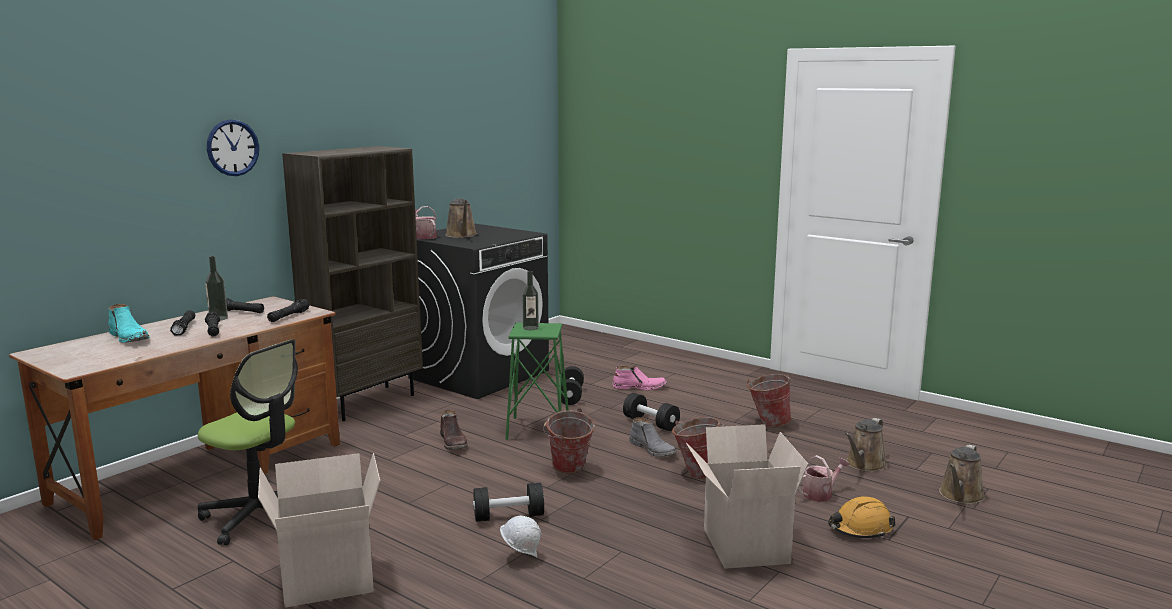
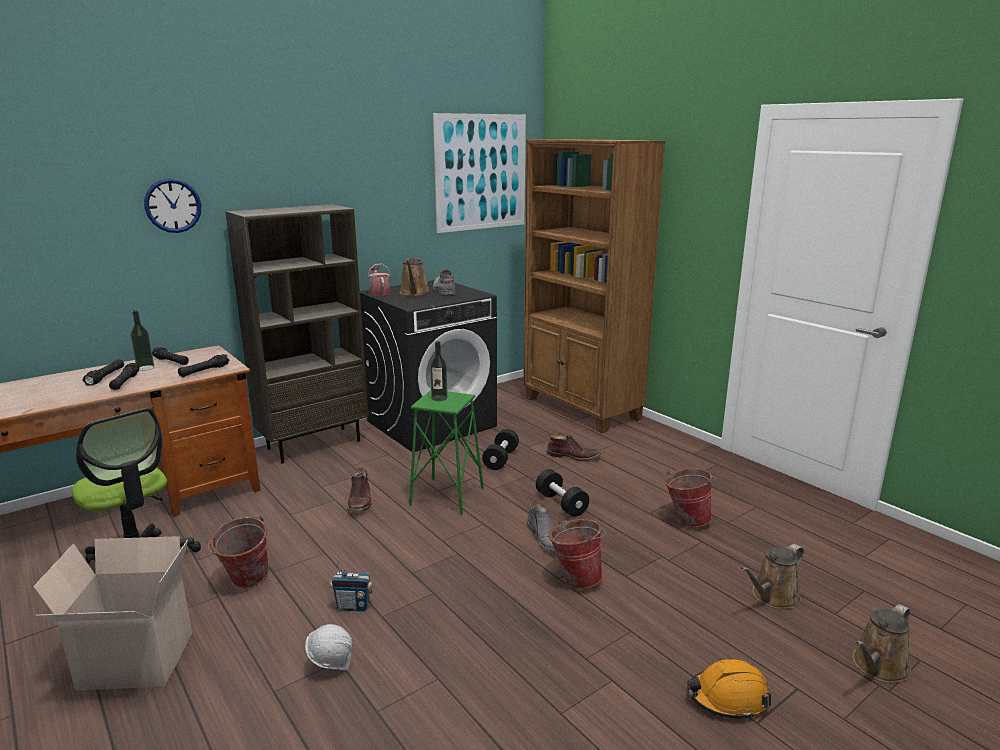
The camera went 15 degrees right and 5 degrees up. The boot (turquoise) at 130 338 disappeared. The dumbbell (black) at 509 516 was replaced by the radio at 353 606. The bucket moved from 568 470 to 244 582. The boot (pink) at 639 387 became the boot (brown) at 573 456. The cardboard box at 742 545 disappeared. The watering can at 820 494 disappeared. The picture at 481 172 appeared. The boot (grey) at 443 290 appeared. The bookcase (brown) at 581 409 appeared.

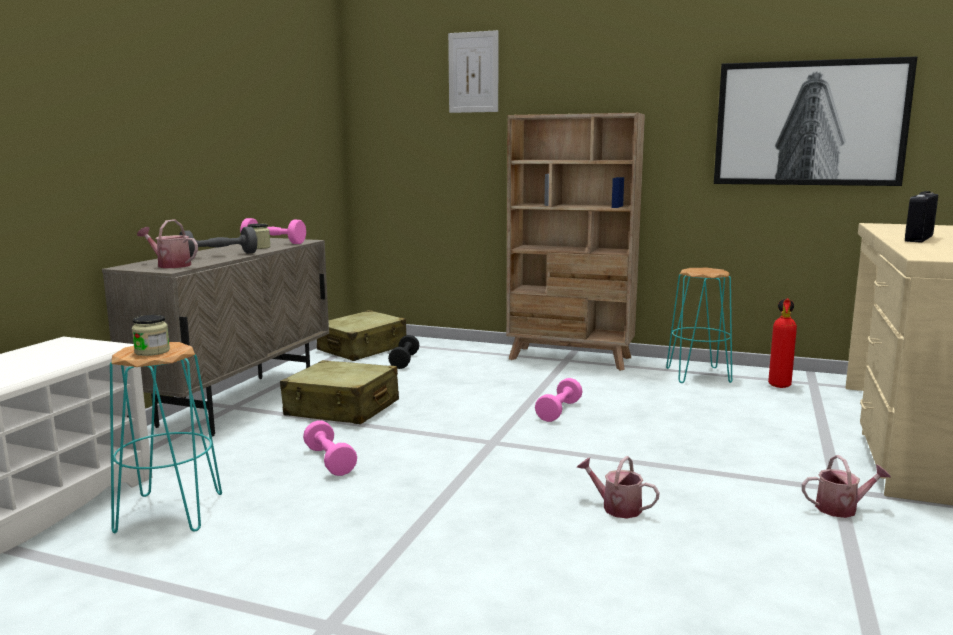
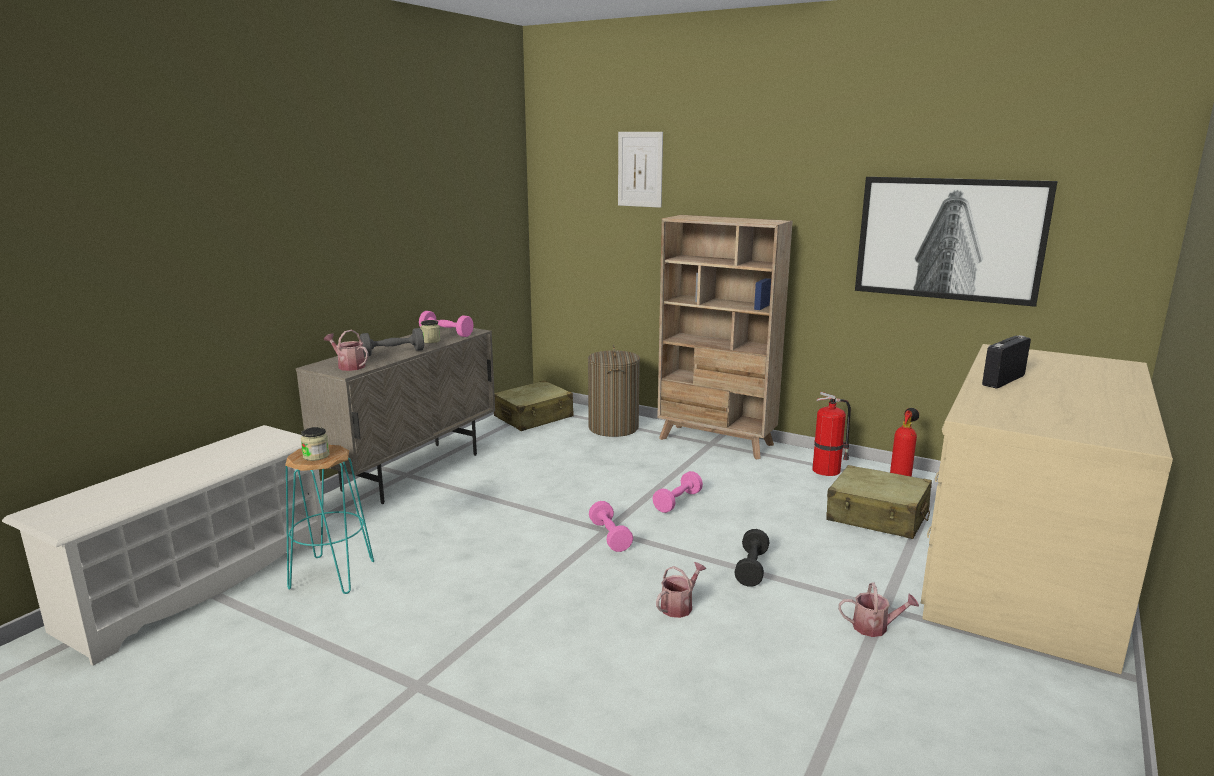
The camera went 10 degrees right and 5 degrees up. The suitcase (beige) moved from 342 409 to 877 516. The dumbbell (pink) moved from 330 461 to 610 536. The dumbbell (black) moved from 404 361 to 751 568. The watering can at 616 507 turned 90 degrees clockwise. The stool (turquoise) at 698 375 was replaced by the fire extinguisher at 827 470. The laundry basket at 613 428 appeared.

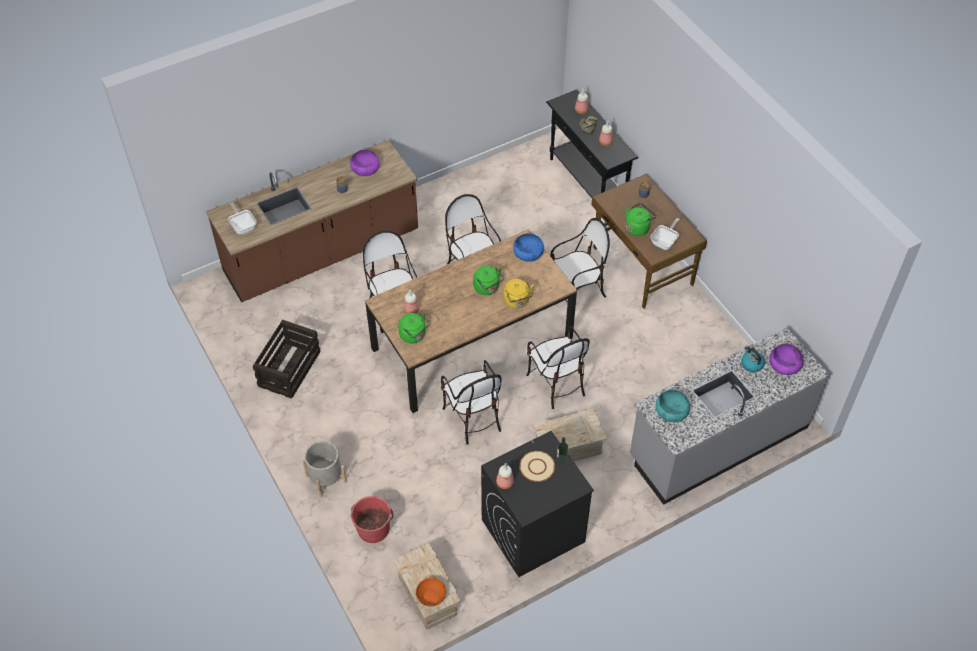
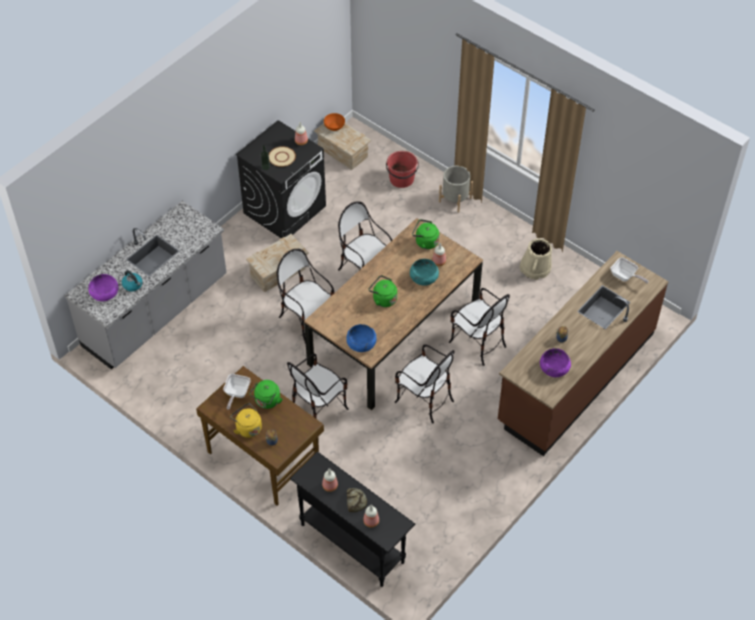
The camera went 160 degrees right and 0 degrees up. The crate at 289 368 was replaced by the bucket (beige) at 535 268. The kettle (yellow) moved from 517 302 to 247 428. The bowl (turquoise) moved from 671 411 to 424 277.

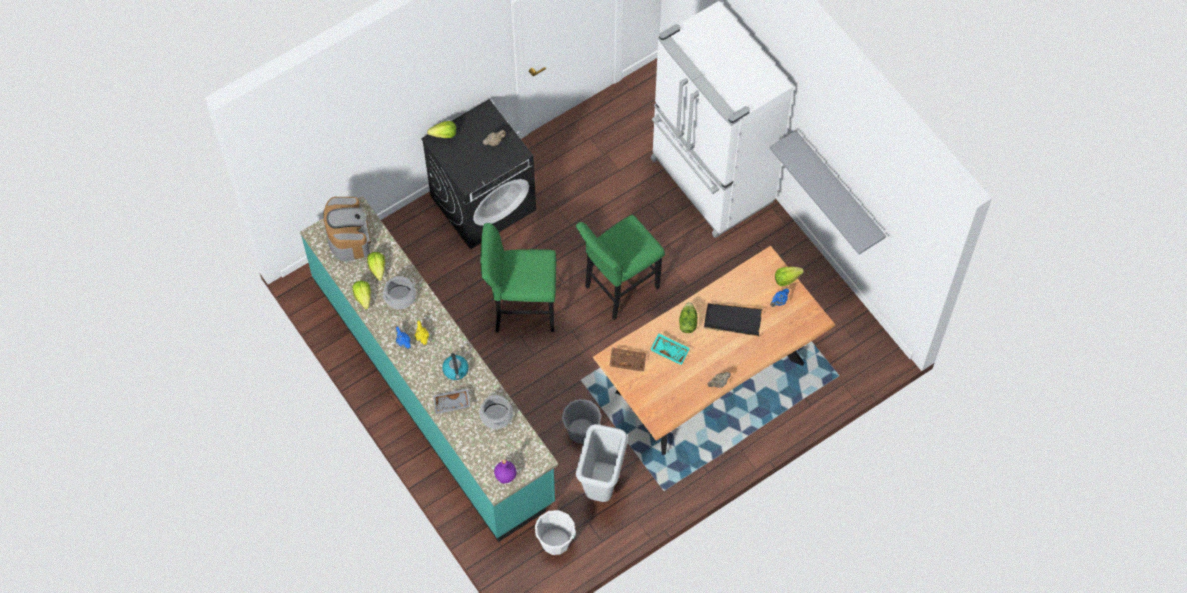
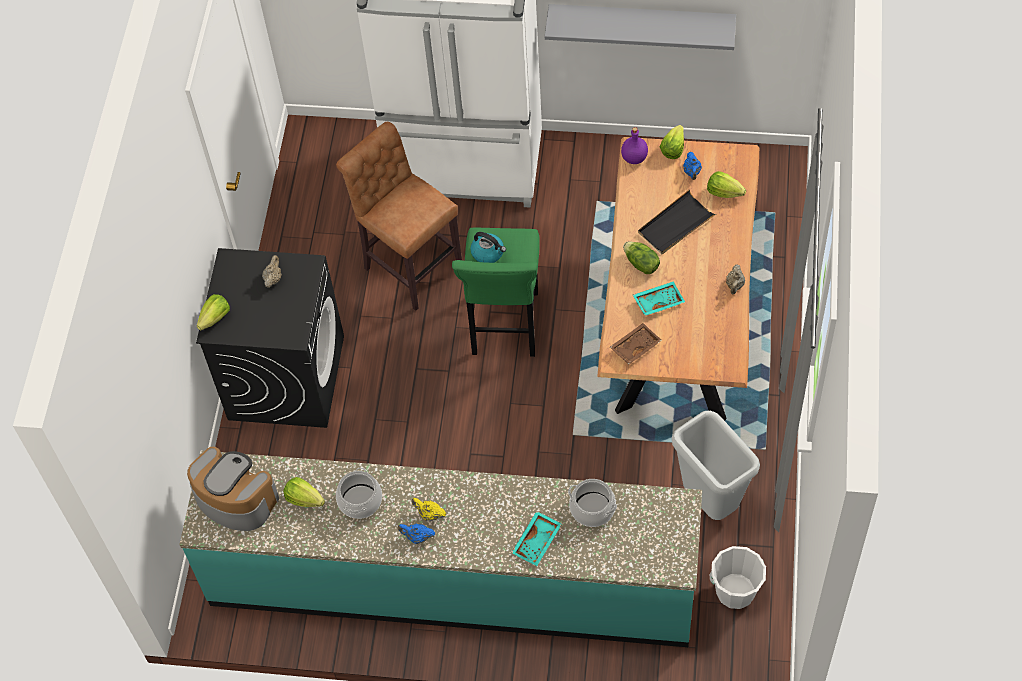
The camera went 45 degrees left and 5 degrees down. The lettuce moved from 363 297 to 724 192. The tray (grey) at 452 403 became the tray (turquoise) at 537 542. The kettle moved from 456 370 to 488 253. The stool (green) at 521 310 disappeared. The bottle (purple) moved from 505 475 to 634 157. The bucket (grey) at 582 431 disappeared. The stool (brown) at 409 265 appeared.

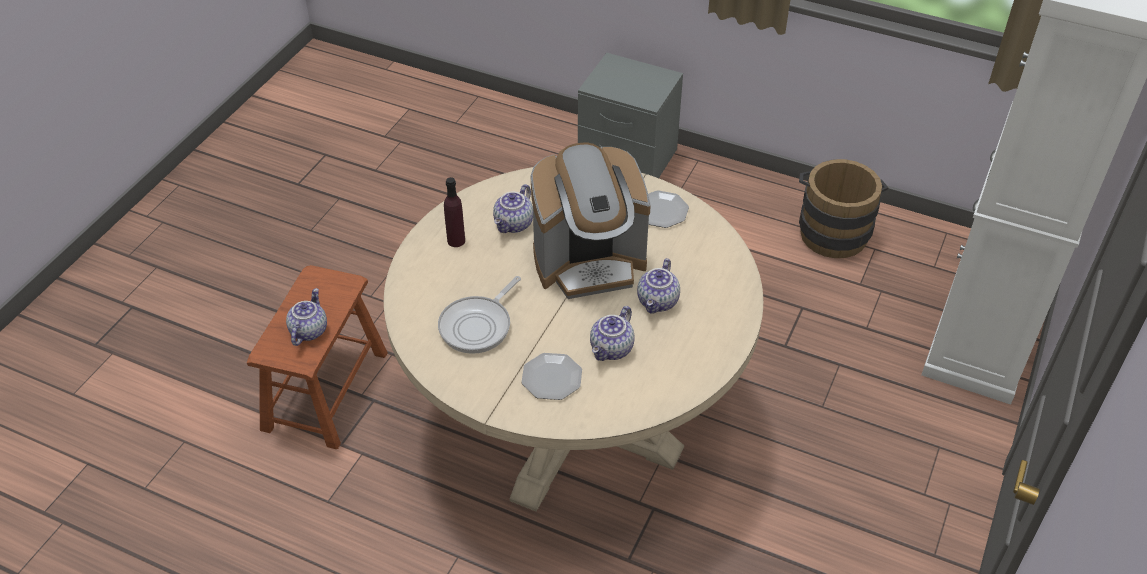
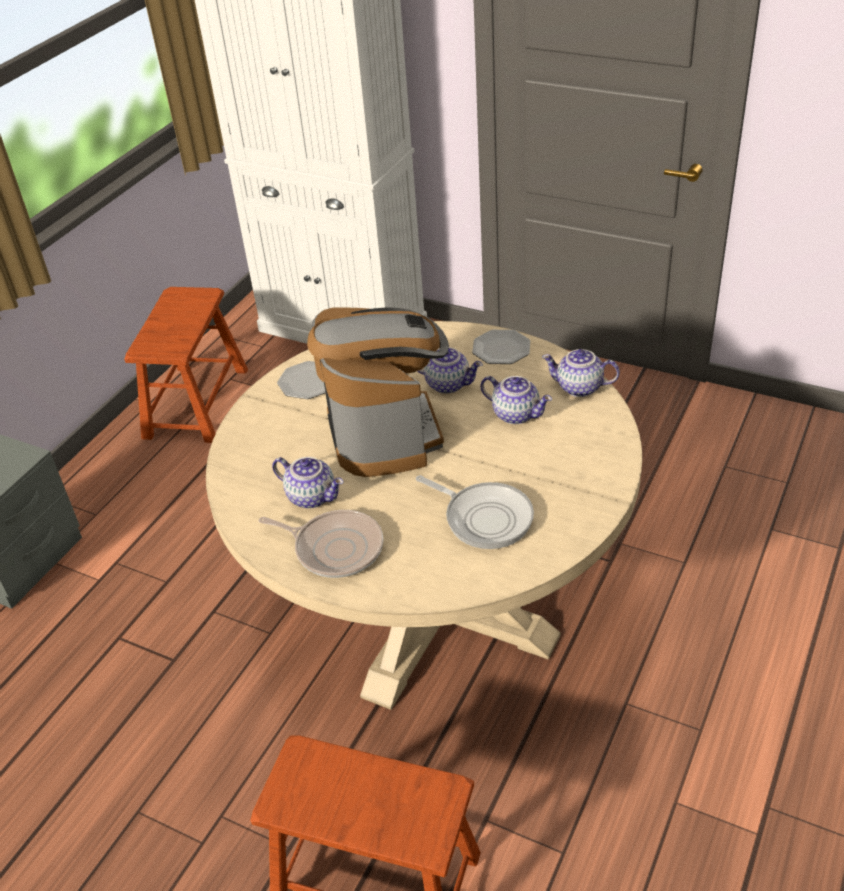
The camera went 85 degrees left and 5 degrees down. The teapot moved from 308 330 to 579 388. The bottle (purple) at 456 240 was replaced by the frying pan at 335 548. The plate moved from 551 378 to 501 349. The bucket (brown) at 833 230 was replaced by the stool (brown) at 196 403.

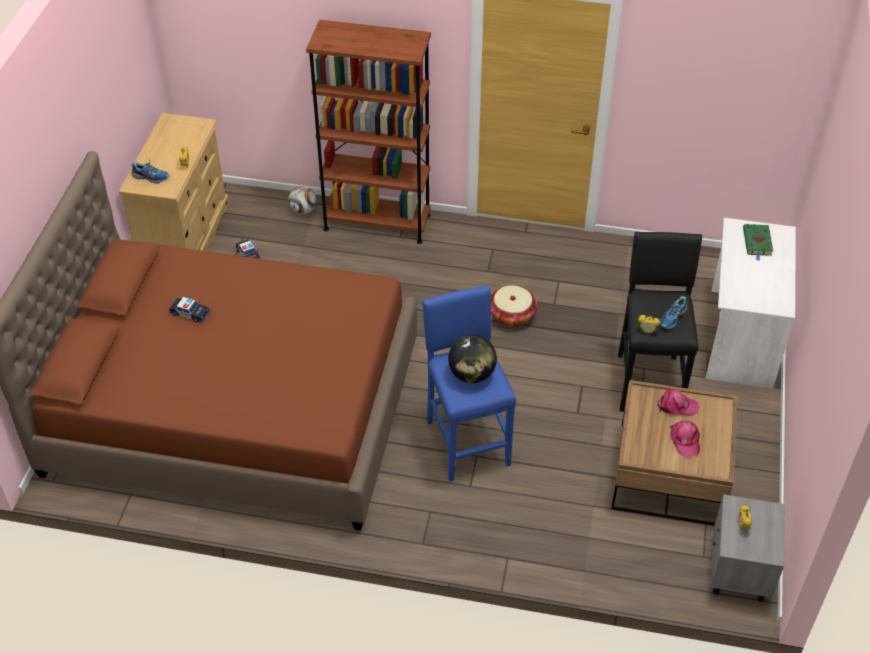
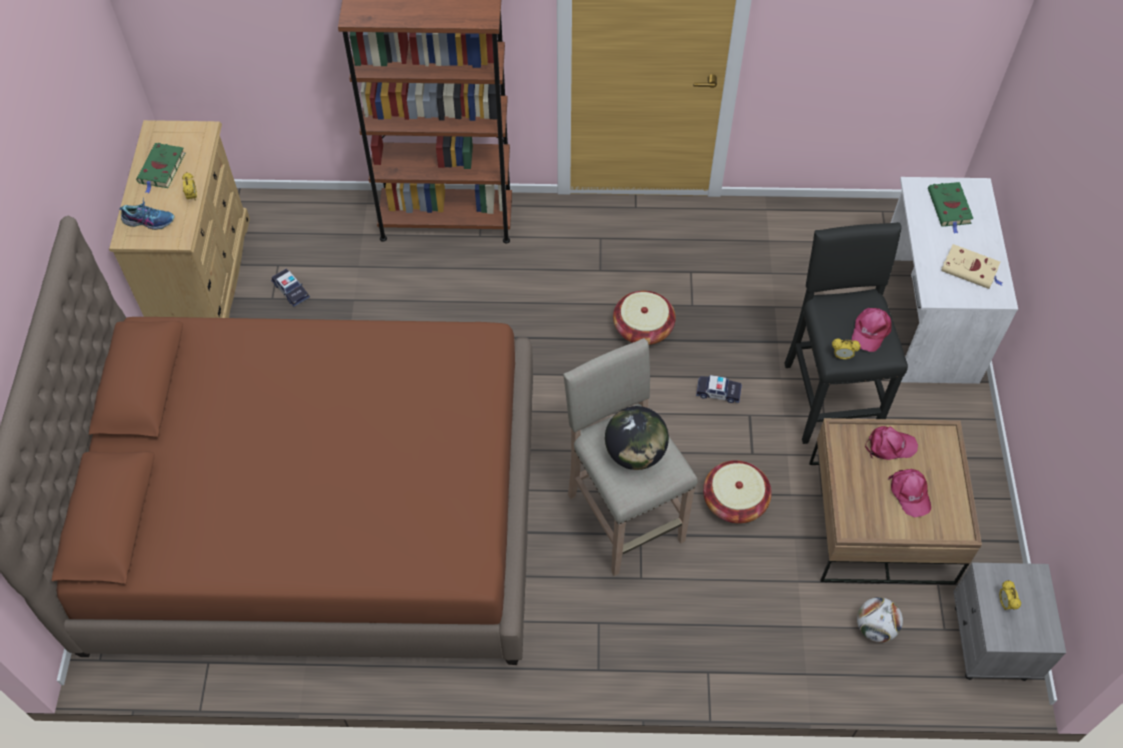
The camera went 10 degrees left and 10 degrees up. The toy car moved from 190 313 to 718 392. The football moved from 303 210 to 875 628. The stool (blue) at 467 441 became the stool (beige) at 623 515. The shoe at 673 317 was replaced by the cap (pink) at 870 331. The book (green) at 161 169 appeared. The basket at 734 501 appeared. The book (beige) at 971 270 appeared.

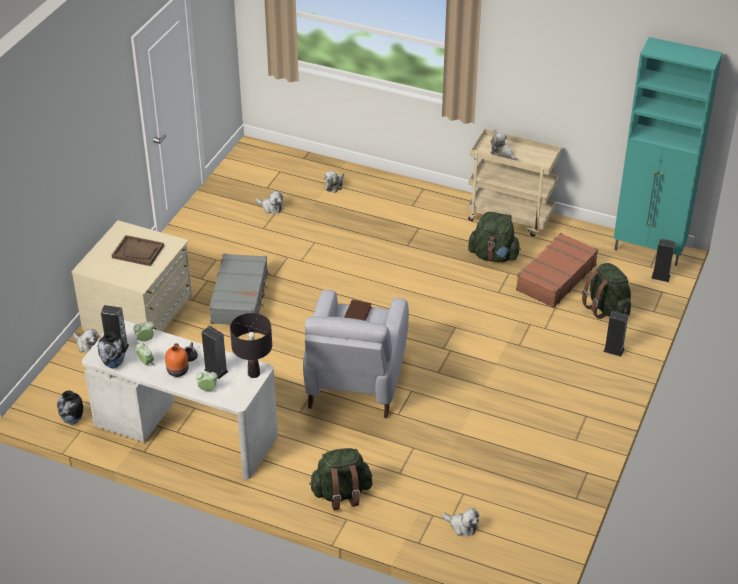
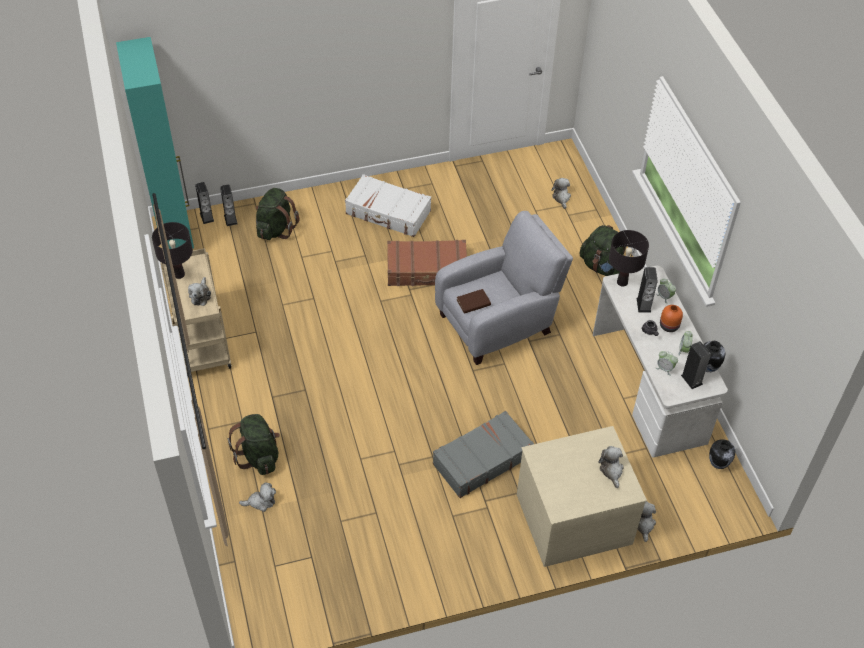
The camera went 130 degrees left and 10 degrees up. The tray (brown) at 138 252 disappeared. The plush toy moved from 271 207 to 611 470. The backpack (green) moved from 493 256 to 259 456. The suitcase (brown) moved from 555 278 to 427 270. The speaker moved from 613 350 to 230 219. The table lamp (black) at 179 275 appeared. The suitcase (white) at 388 213 appeared.

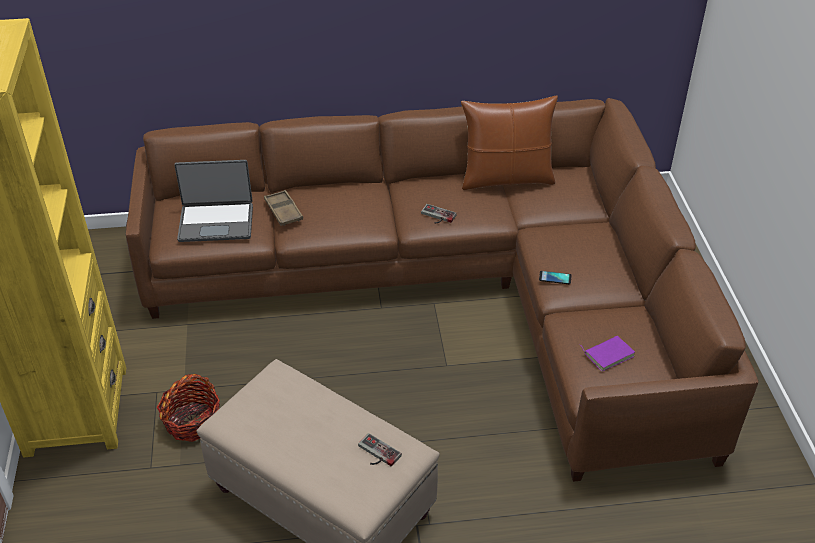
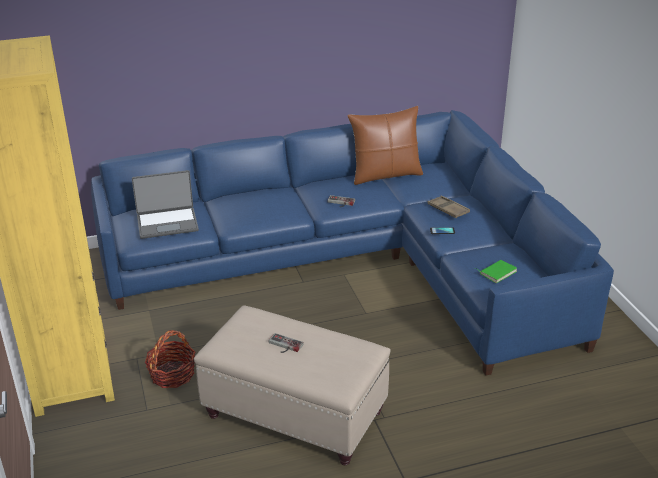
The camera went 10 degrees left and 10 degrees down. The sofa (brown) at 457 289 became the sofa (blue) at 359 263. The tray (brown) moved from 283 211 to 448 210. The game controller moved from 376 454 to 284 346. The book (purple) at 608 354 became the book (green) at 497 272.

